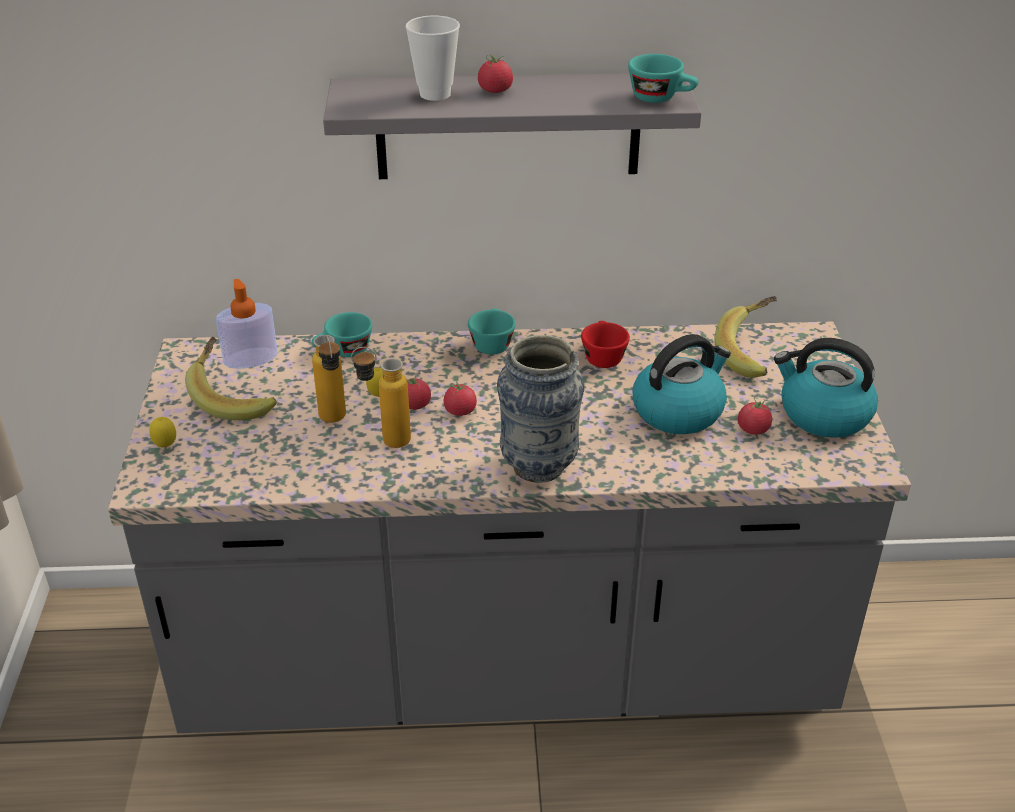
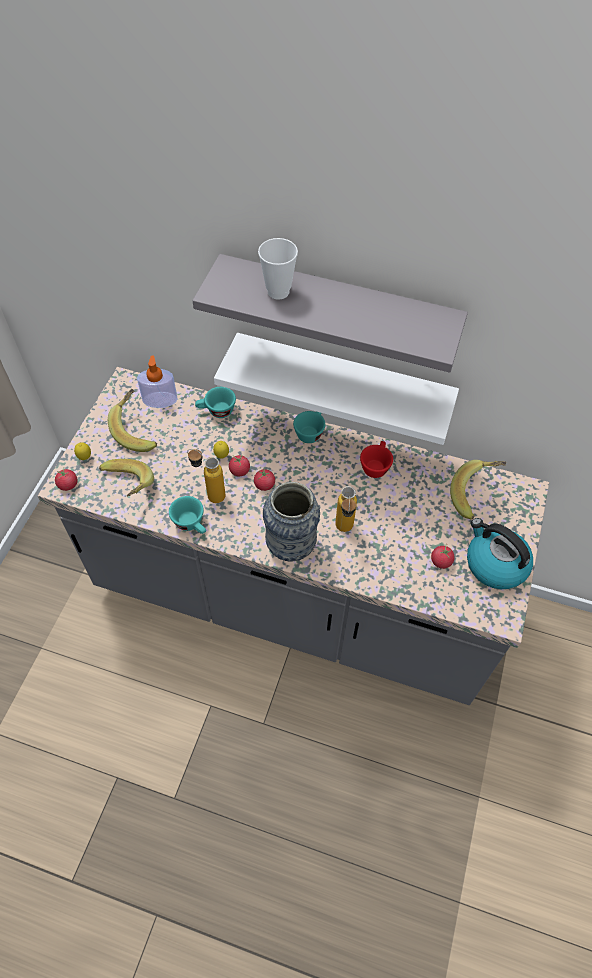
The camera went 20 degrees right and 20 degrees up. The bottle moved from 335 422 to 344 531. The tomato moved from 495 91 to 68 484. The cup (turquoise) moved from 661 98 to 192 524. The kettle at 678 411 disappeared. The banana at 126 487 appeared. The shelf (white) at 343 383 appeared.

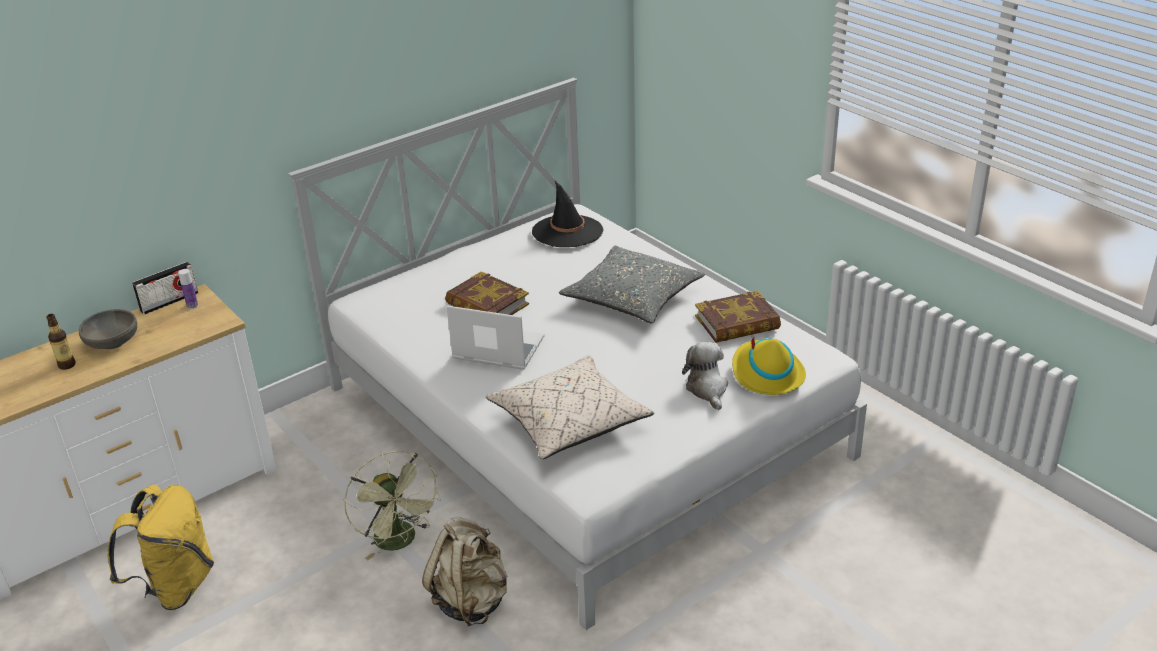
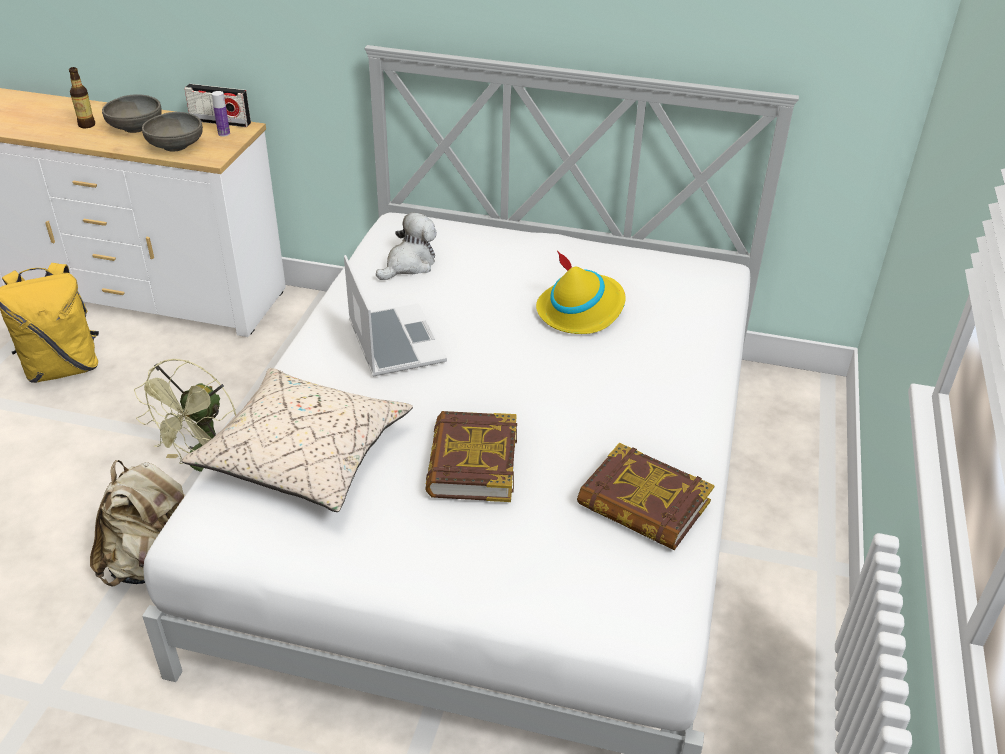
The camera went 50 degrees right and 5 degrees up. The book moved from 487 305 to 472 463. The hat (black) at 567 232 disappeared. The pillow (grey) at 632 298 disappeared. The plush toy moved from 707 389 to 409 264. The hat (yellow) moved from 766 373 to 581 310. The bowl (grey) at 176 146 appeared.

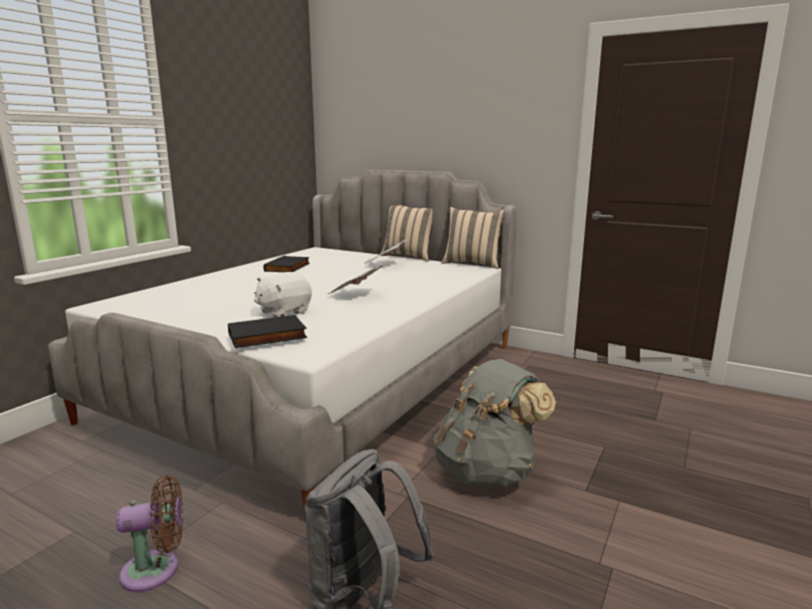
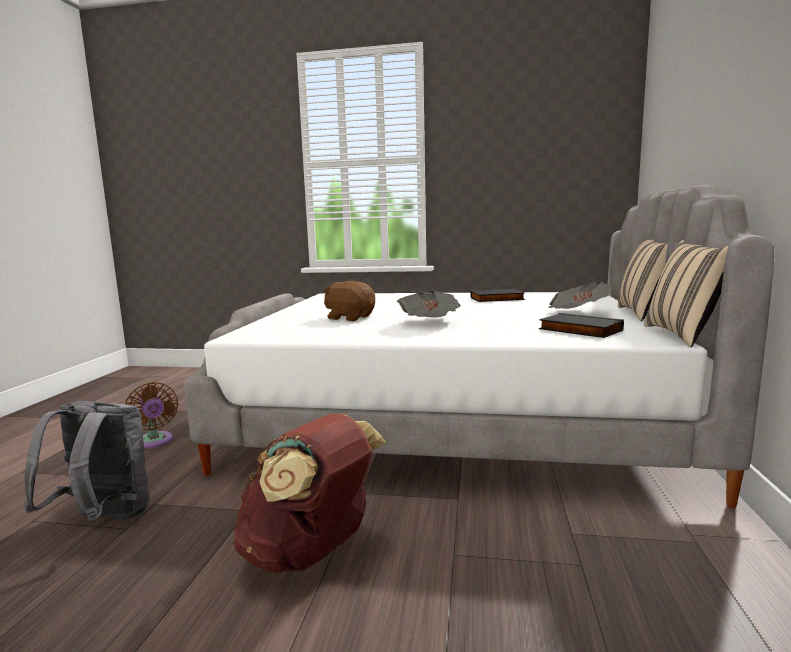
The camera went 70 degrees right and 5 degrees down. The book (black) moved from 267 336 to 579 330. The plush toy (white) at 284 311 became the plush toy (brown) at 350 318. The backpack (grey) at 487 471 became the backpack (brown) at 311 552.

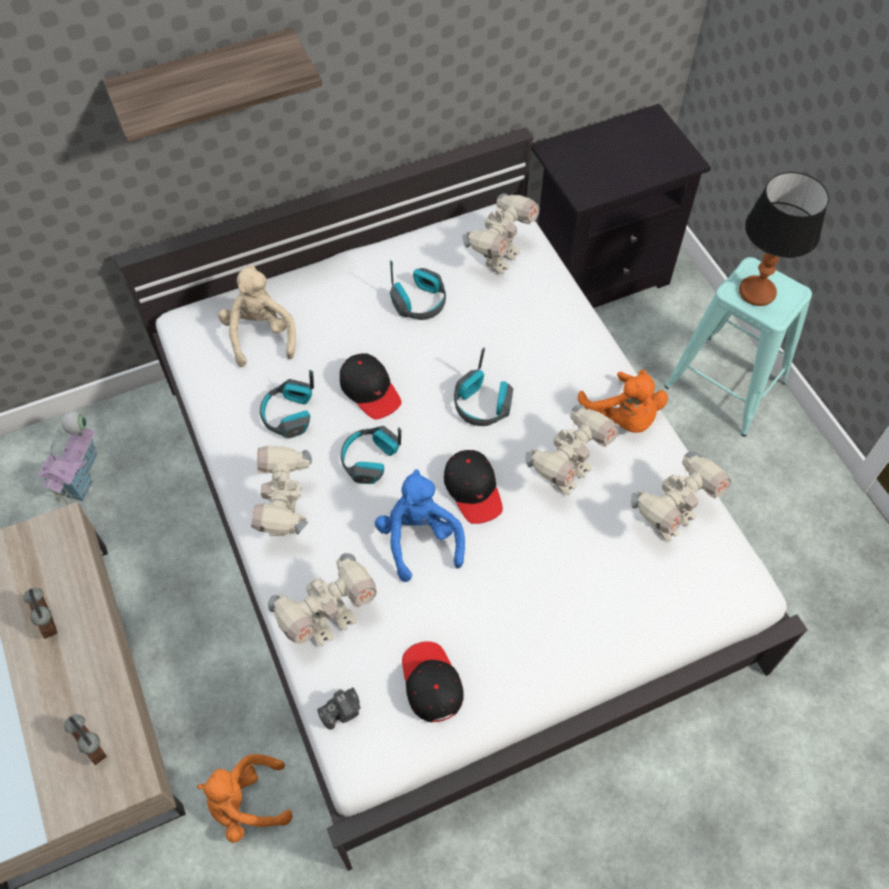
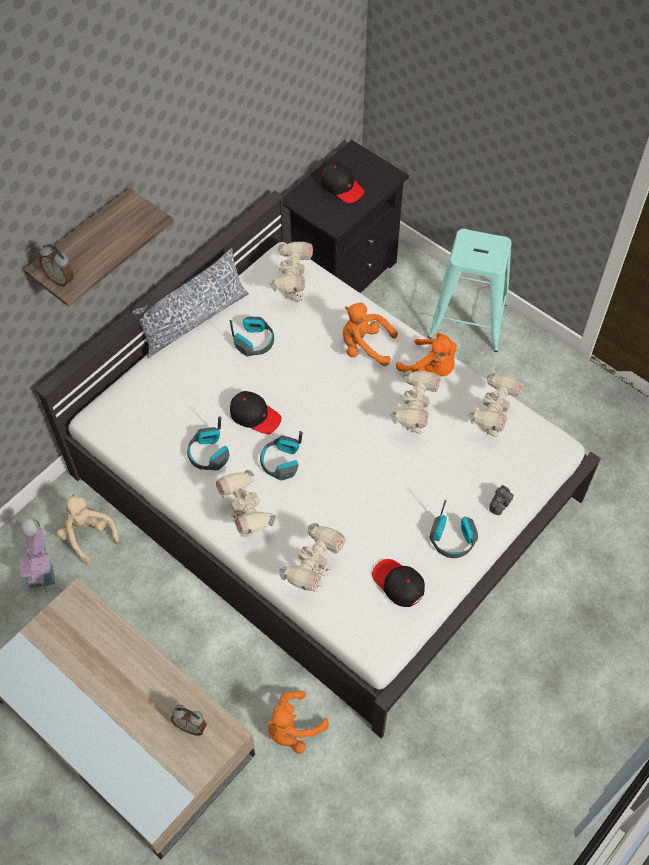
The camera went 25 degrees left and 0 degrees up. The alarm clock moved from 51 623 to 61 279. The plush toy (beige) moved from 260 335 to 88 535. The photo camera moved from 342 712 to 500 503. The plush toy (blue) at 419 539 disappeared. The cap (black) moved from 473 490 to 341 187. The headphones moved from 482 405 to 452 539. The table lamp at 757 291 disappeared. The pillow at 194 320 appeared. The plush toy (orange) at 365 346 appeared.

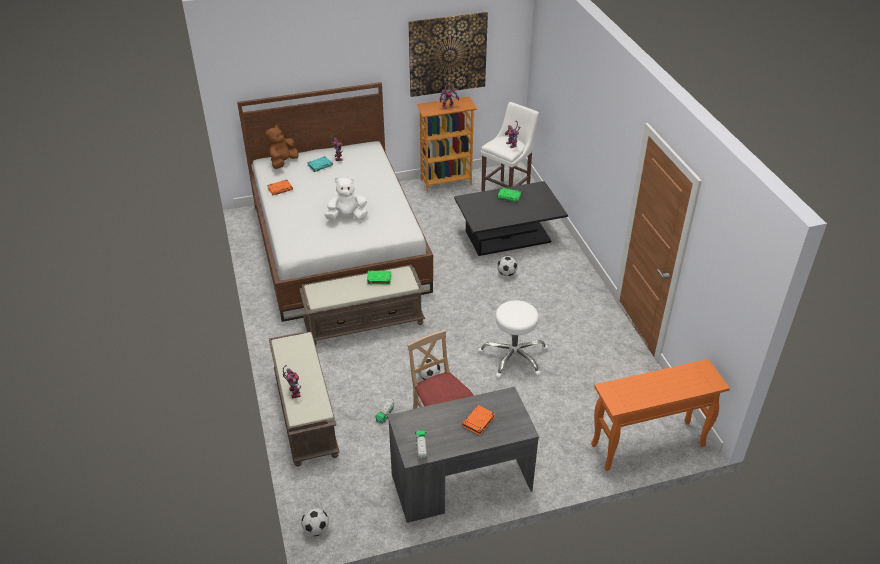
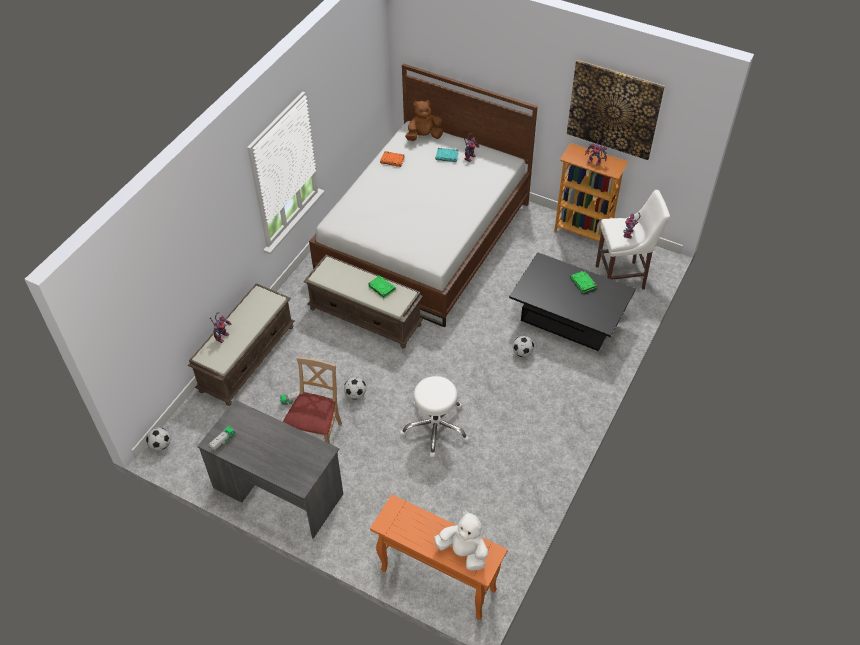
The camera went 45 degrees right and 10 degrees up. The plush toy (white) moved from 347 217 to 463 552. The book (orange) at 478 422 disappeared.

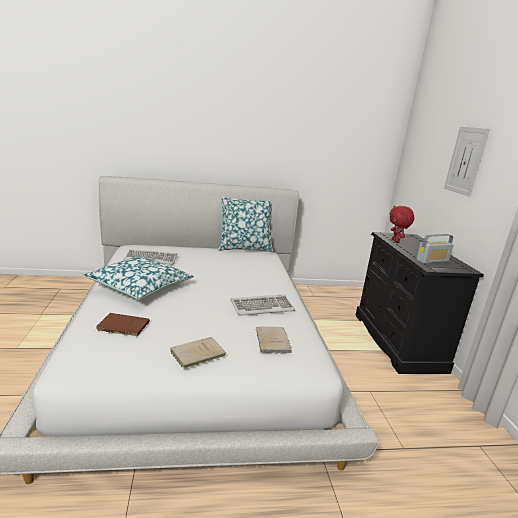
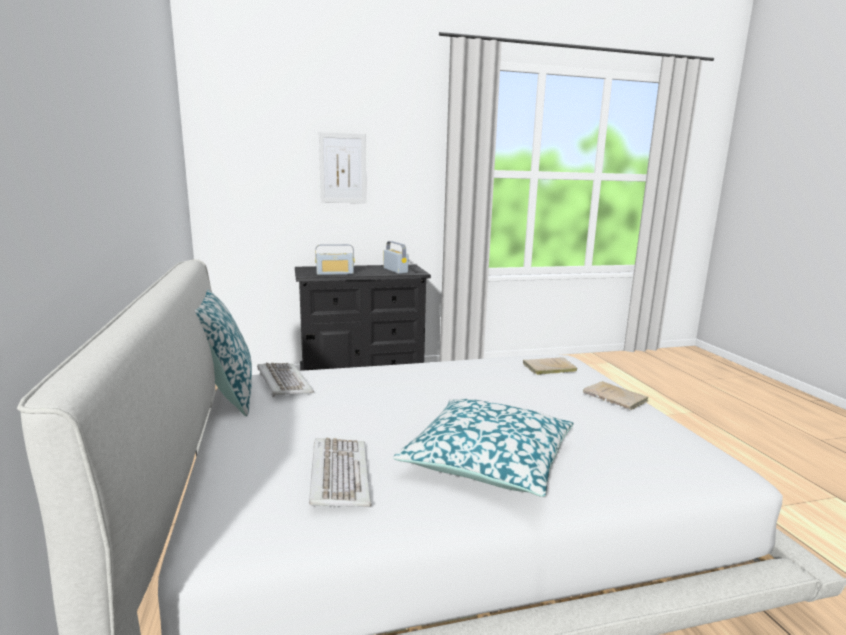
The camera went 95 degrees left and 5 degrees down. The book (brown) at 122 326 disappeared. The keyboard moved from 262 307 to 283 382. The plush toy (red) at 396 241 was replaced by the radio at 335 273.

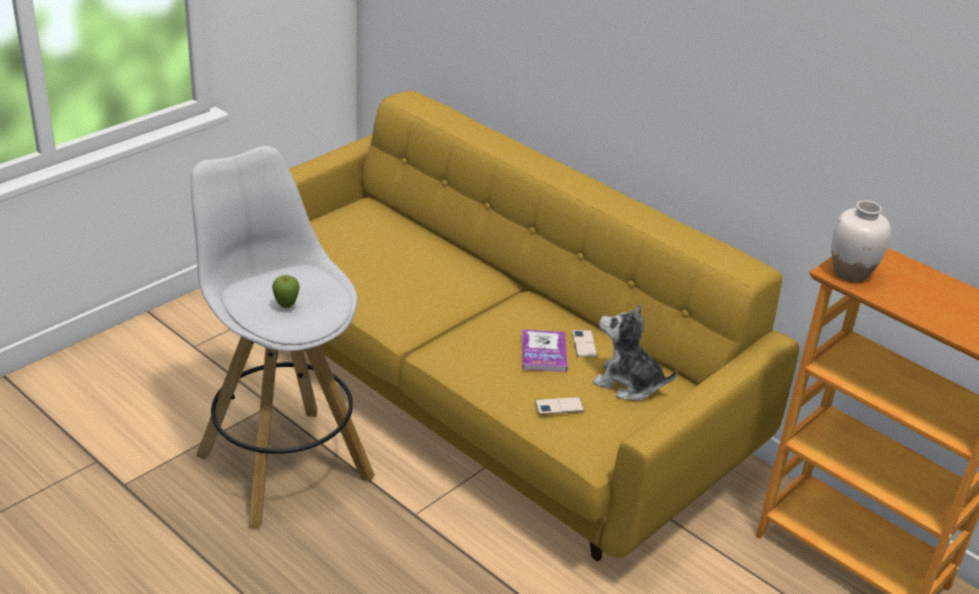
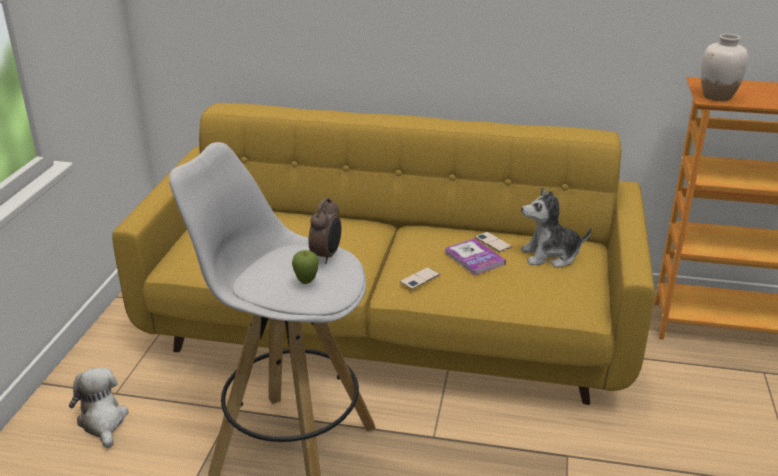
The camera went 30 degrees left and 5 degrees down. The phone moved from 559 406 to 420 278. The plush toy at 103 421 appeared. The alarm clock at 327 256 appeared.

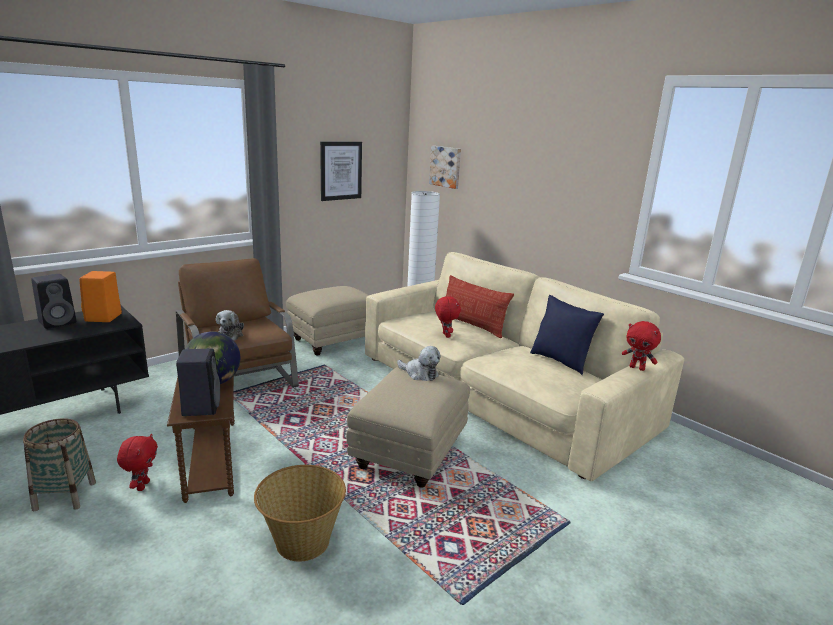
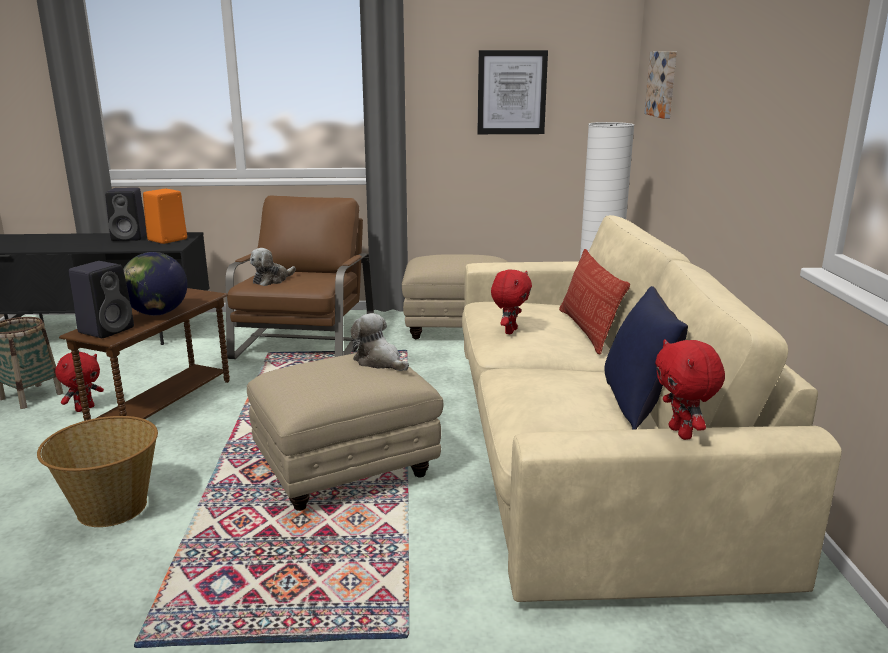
The camera went 40 degrees right and 0 degrees up. The plush toy at 419 374 turned 150 degrees clockwise.

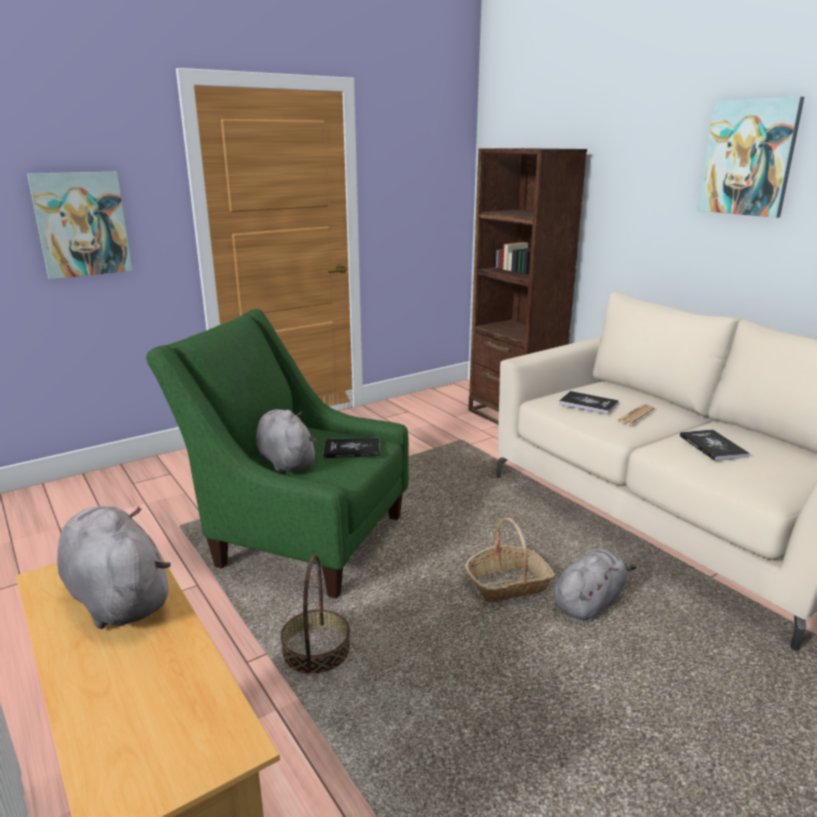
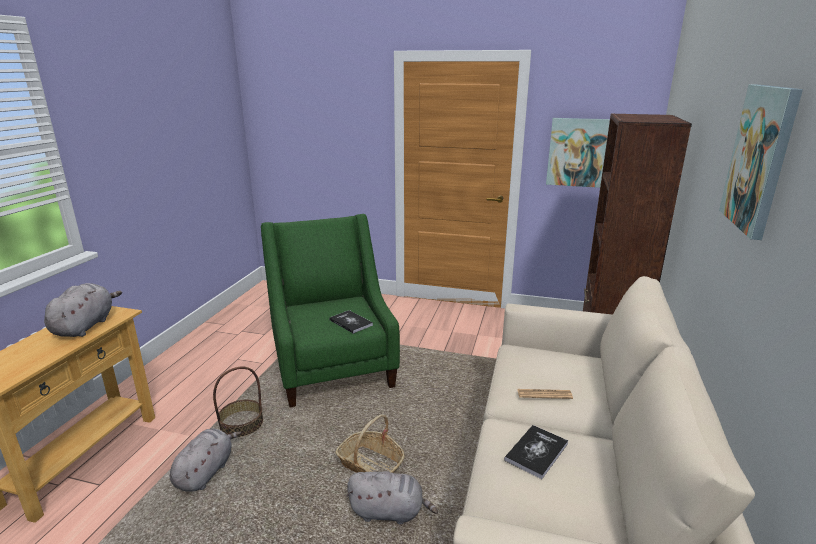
The camera went 50 degrees right and 0 degrees up. The picture moved from 81 224 to 576 152. The plush toy (grey) moved from 285 461 to 206 472. The book at 588 404 disappeared.

